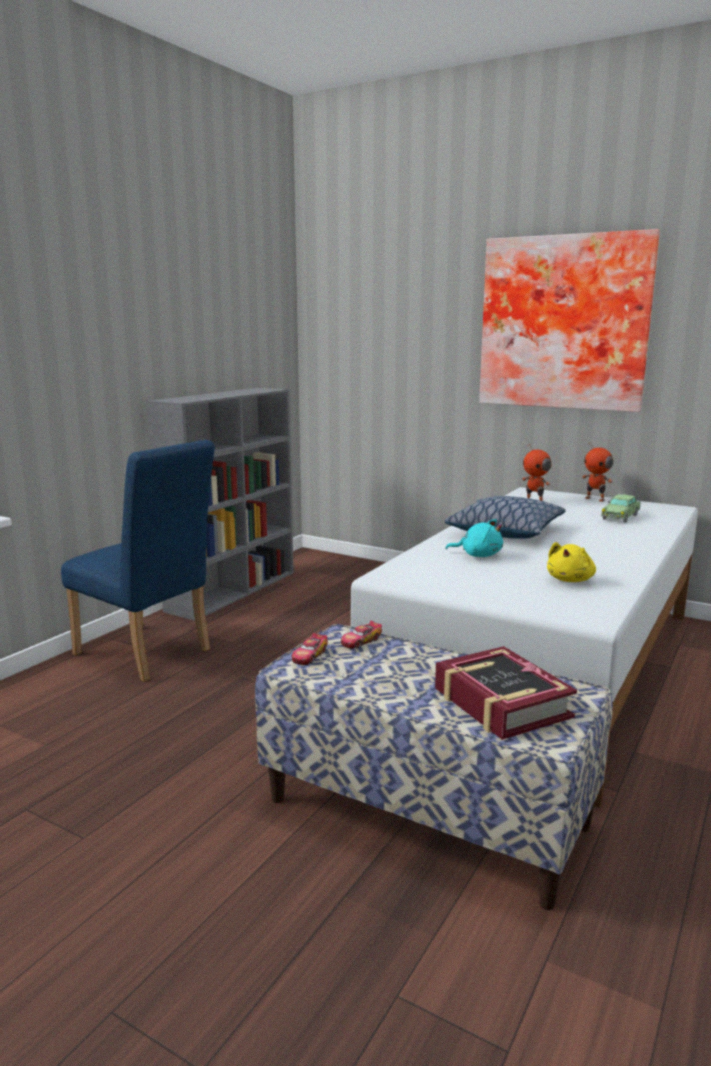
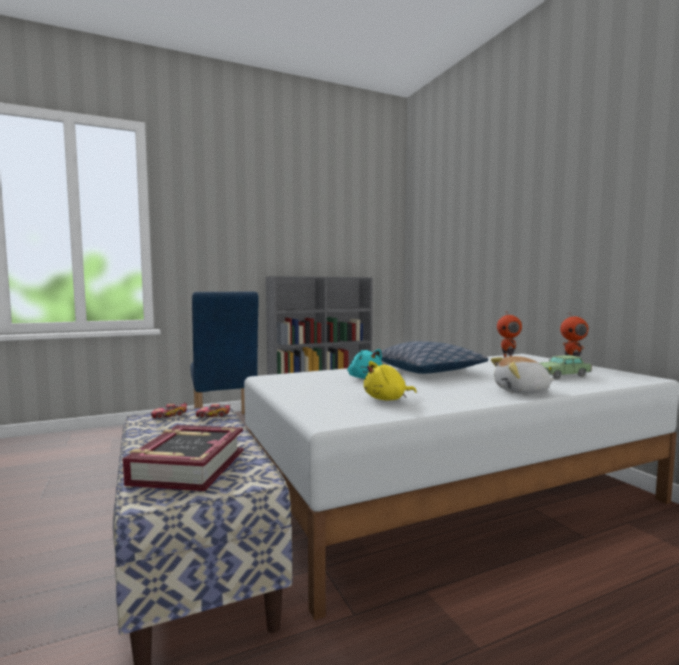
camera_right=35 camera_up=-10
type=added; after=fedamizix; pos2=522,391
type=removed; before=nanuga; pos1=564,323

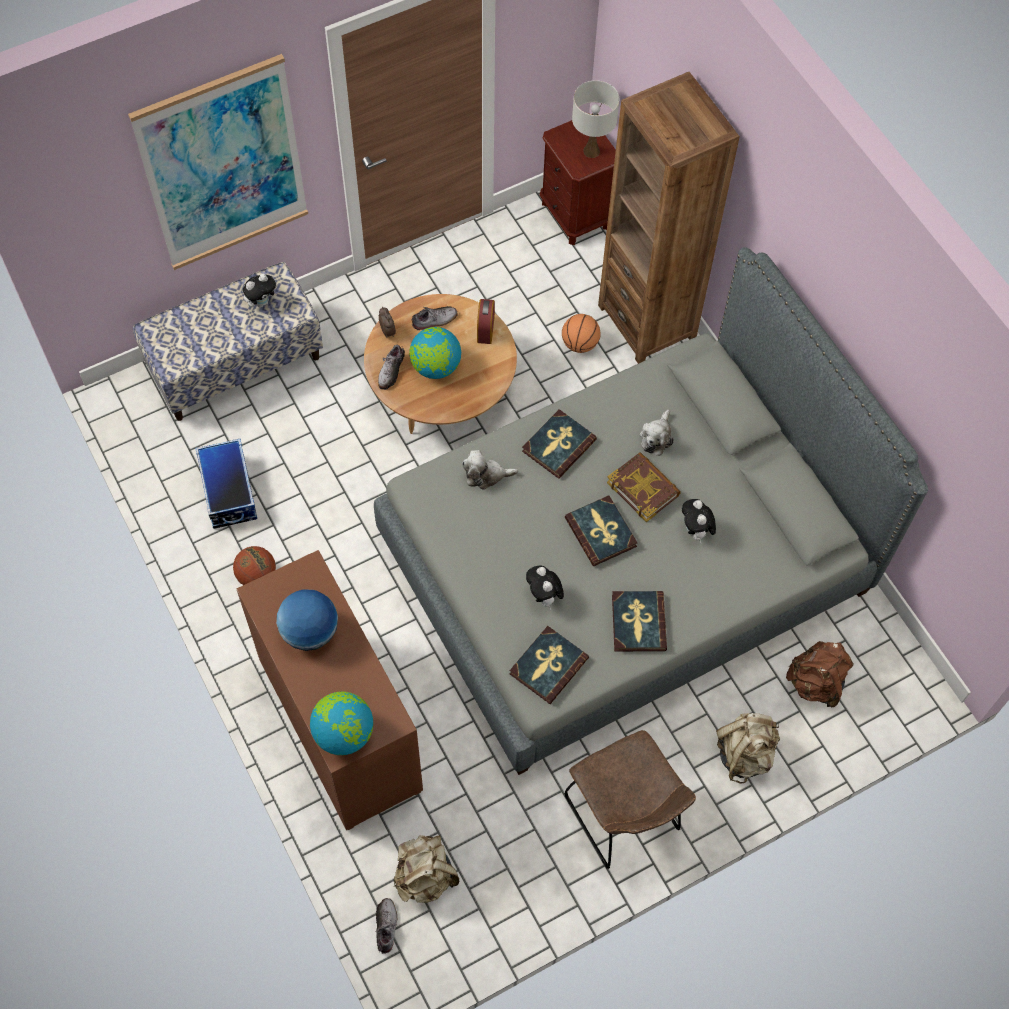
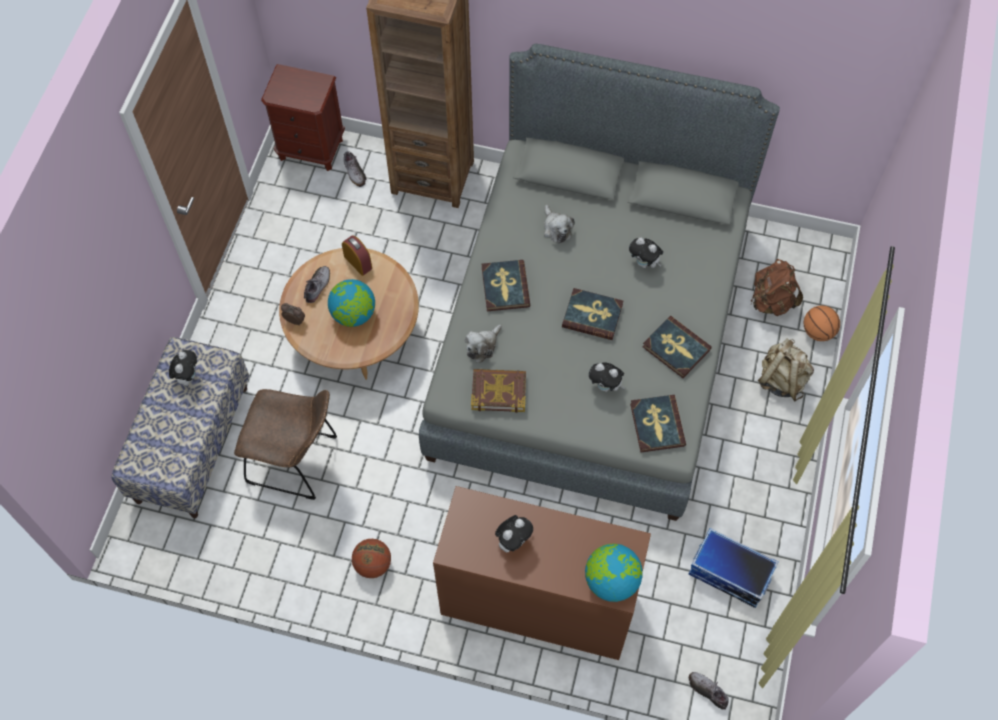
camera_right=-45 camera_up=0
type=moved; before=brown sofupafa; pos1=625,818; pos2=297,461
type=moved; before=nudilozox; pos1=391,371; pos2=354,172
type=moved; before=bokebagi; pos1=643,488; pos2=498,391
type=replaced; before=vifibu; after=fedamizix; pos1=310,631; pos2=513,541
type=moved; before=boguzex; pos1=228,492; pos2=729,574
type=moved; before=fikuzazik; pos1=580,344; pos2=817,332
type=removed; before=nanuga; pos1=223,165
type=removed; before=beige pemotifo; pos1=425,876
type=removed; before=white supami; pos1=591,151

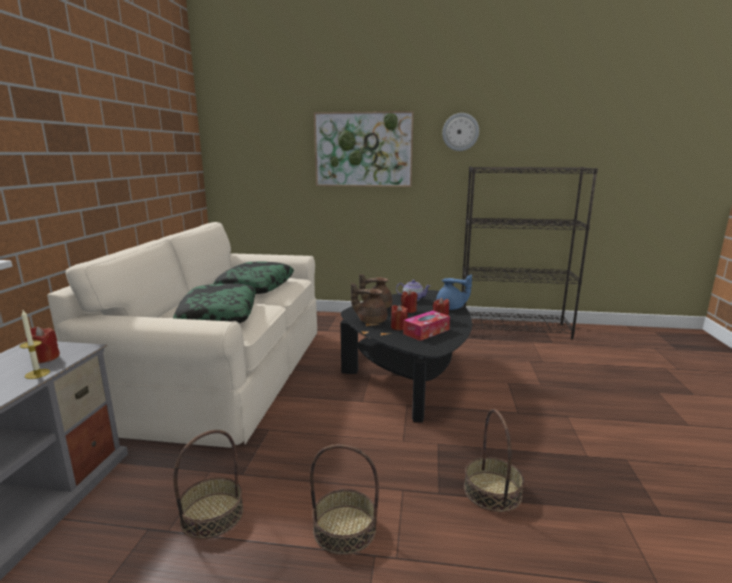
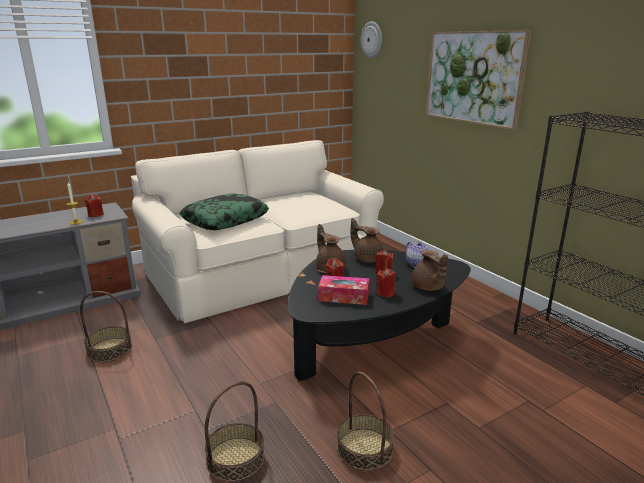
camera_right=50 camera_up=5
type=moved; before=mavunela; pos1=344,529; pos2=364,449
type=moved; before=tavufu; pos1=460,132; pos2=372,39
type=recoloured; before=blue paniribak; after=brown paniribak; pos1=451,308; pos2=428,287
type=removed; before=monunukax; pos1=256,286

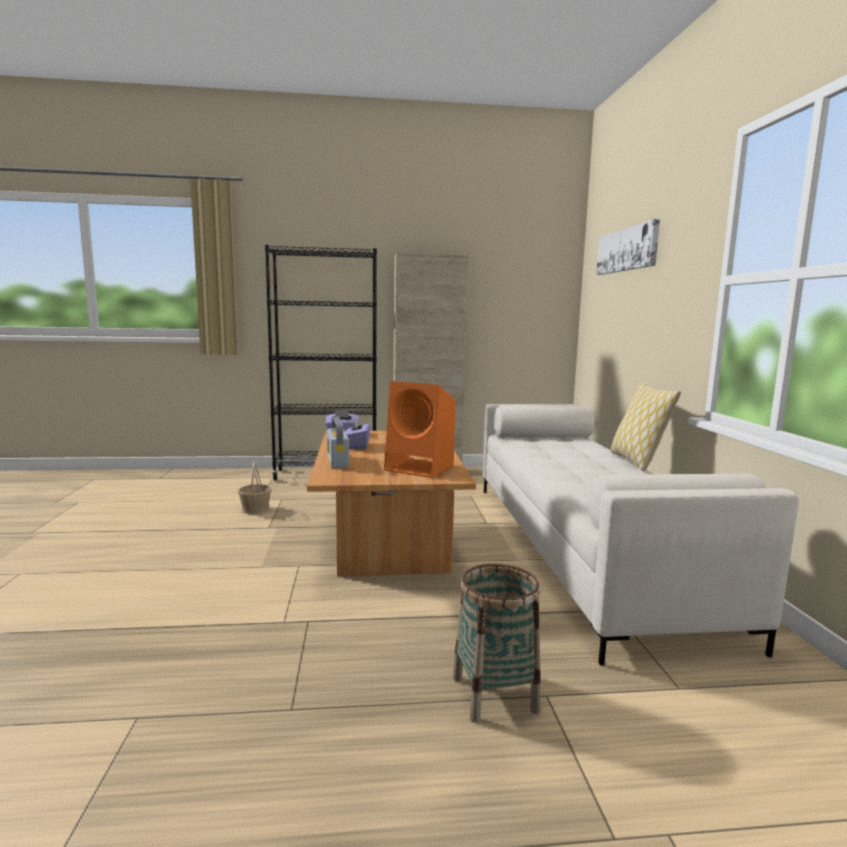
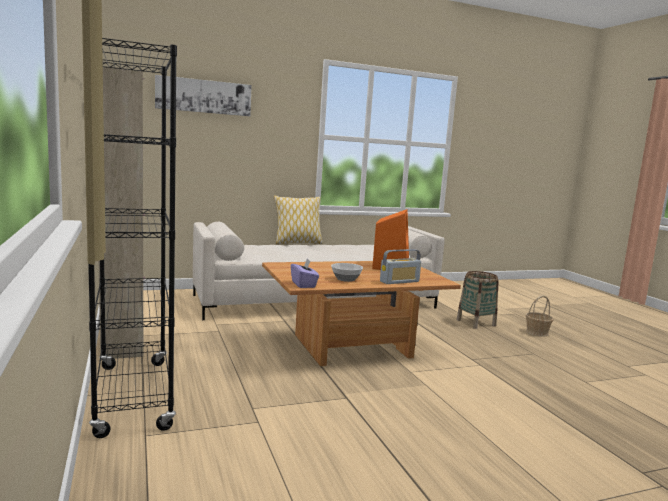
camera_right=-105 camera_up=0
type=replaced; before=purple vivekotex; after=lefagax; pos1=357,446; pos2=346,279
type=moved; before=mavunela; pos1=255,509; pos2=537,332

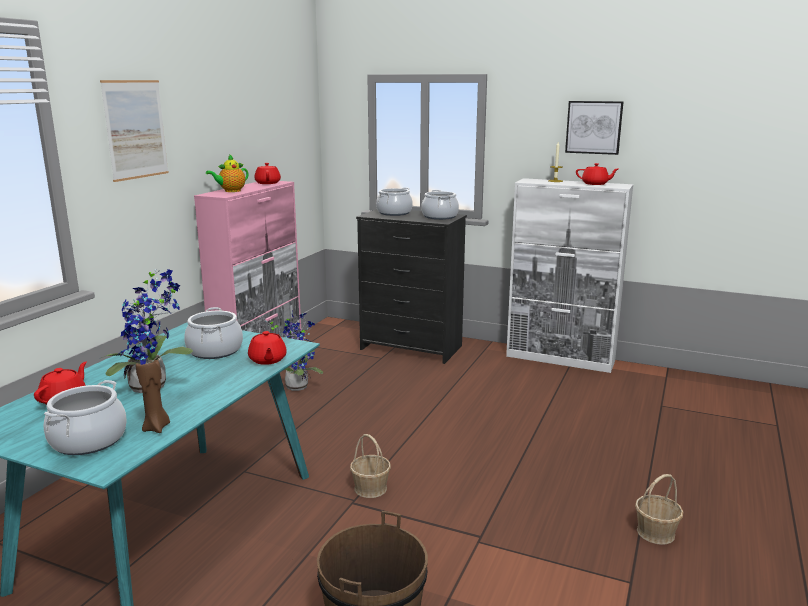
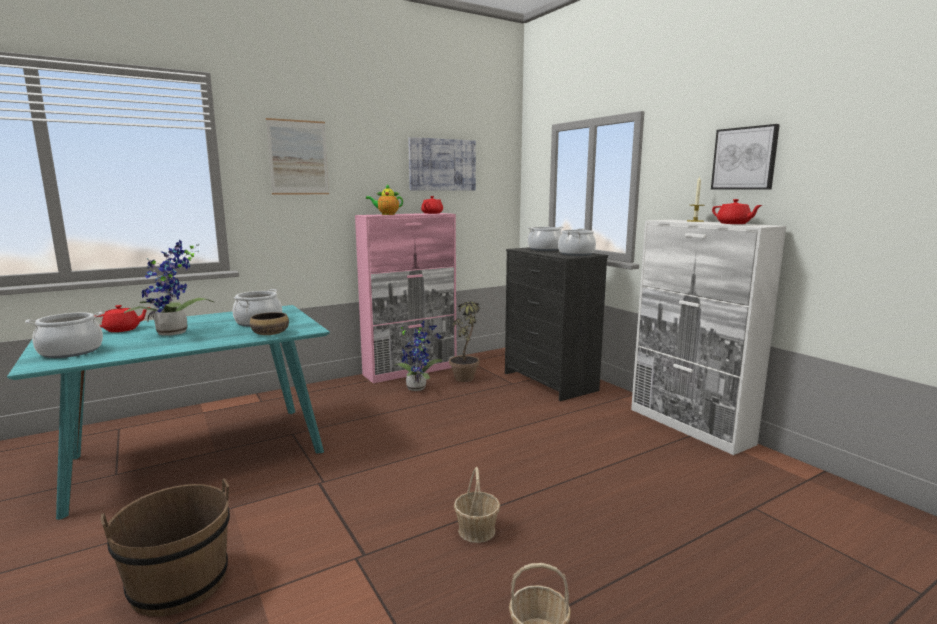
camera_right=35 camera_up=-5
type=replaced; before=red paniribak; after=lefagax; pos1=267,360; pos2=270,334
type=added; after=nanuga; pos2=442,165
type=added; after=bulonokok; pos2=466,376
type=moved; before=mavunela; pos1=370,488; pos2=477,530
type=removed; before=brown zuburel; pos1=157,428

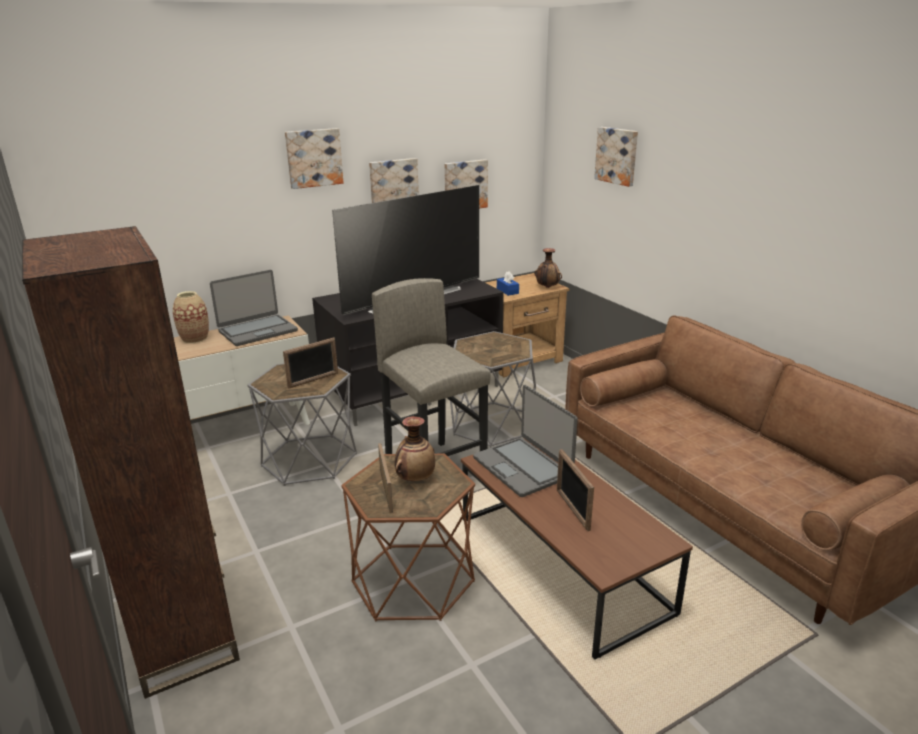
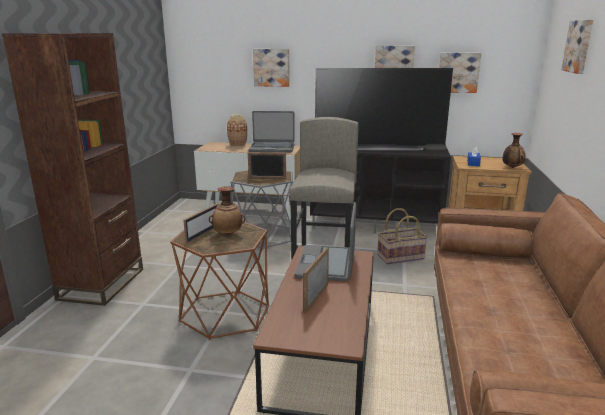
camera_right=40 camera_up=-5
type=moved; before=nanuga; pos1=313,158; pos2=271,67
type=replaced; before=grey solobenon; after=mavunela; pos1=492,424; pos2=400,256

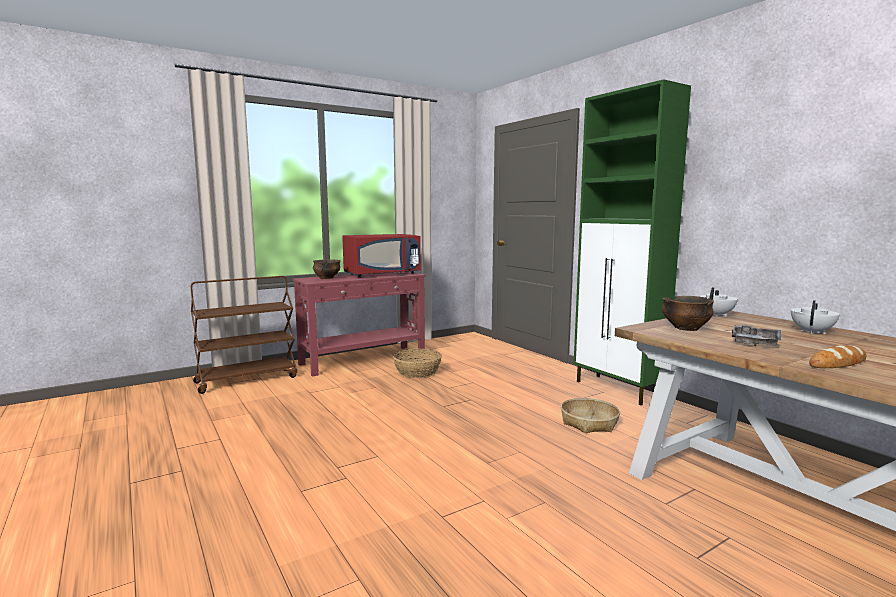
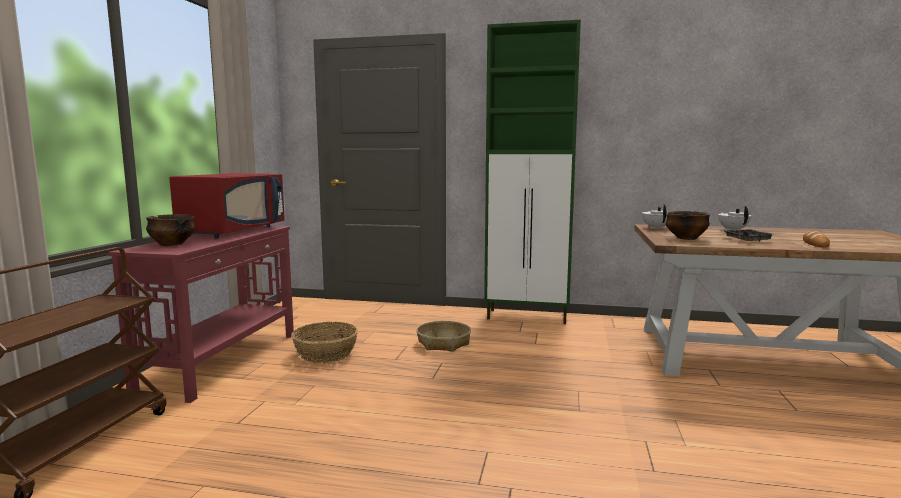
camera_right=-45 camera_up=0
type=moved; before=mavunela; pos1=589,423; pos2=443,343

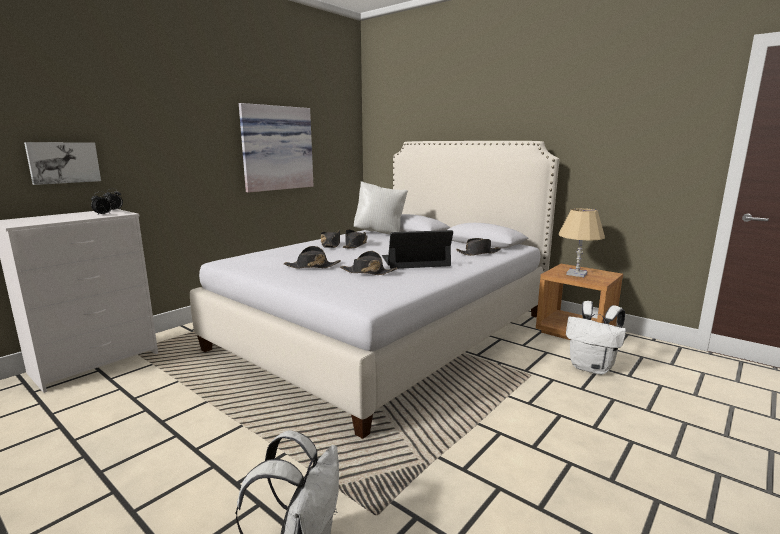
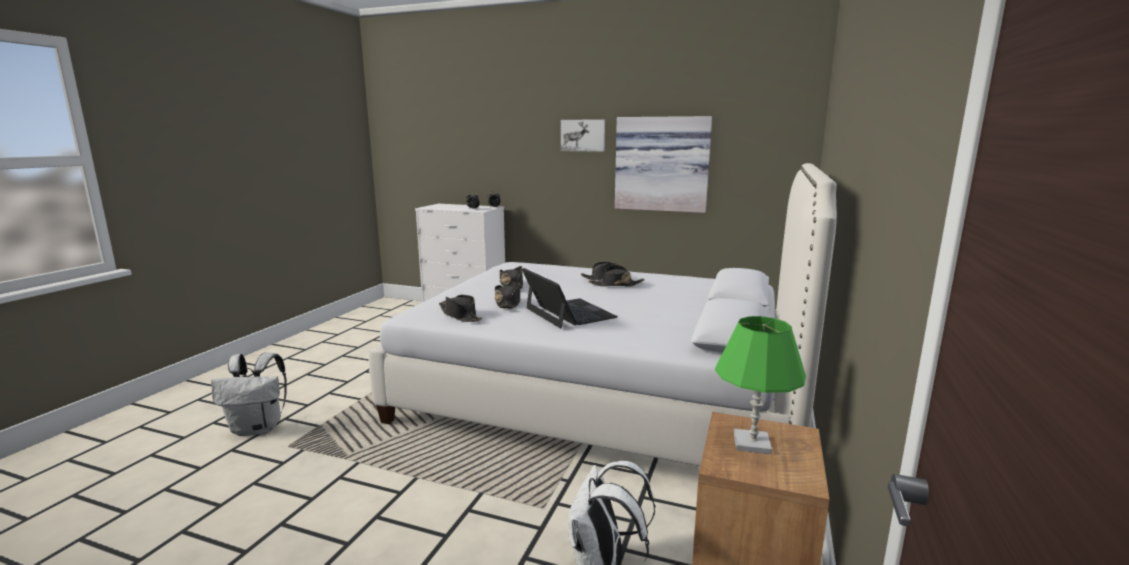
camera_right=70 camera_up=0
type=moved; before=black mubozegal; pos1=478,253; pos2=460,315
type=moved; before=nanuga; pos1=63,162; pos2=583,135
type=recoloured; before=beige supami; after=green supami; pos1=576,274; pos2=752,443
type=removed; before=white monunukax; pos1=380,233

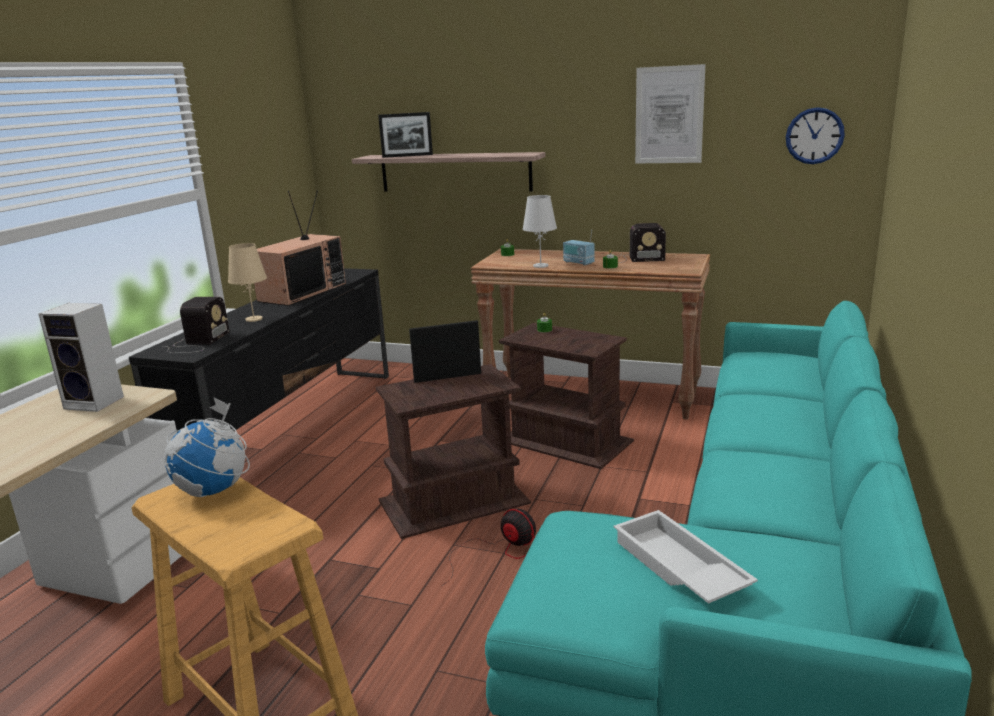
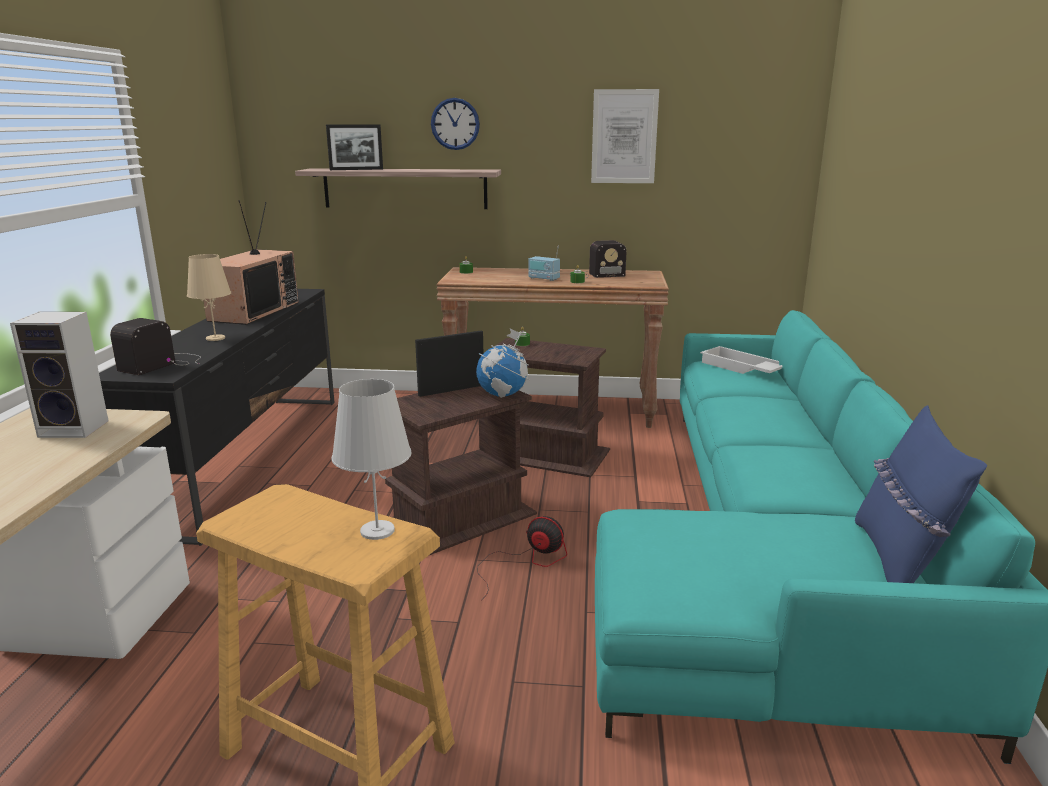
camera_right=-15 camera_up=0
type=turned; before=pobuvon; pos1=197,342; pos2=163,363; turn=-150
type=moved; before=white supami; pos1=540,266; pos2=376,531
type=moved; before=tavufu; pos1=814,136; pos2=455,124
type=moved; before=vifibu; pos1=213,490; pos2=503,395
type=moved; before=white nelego; pos1=677,567; pos2=741,368
type=added; after=blue monunukax; pos2=899,560

